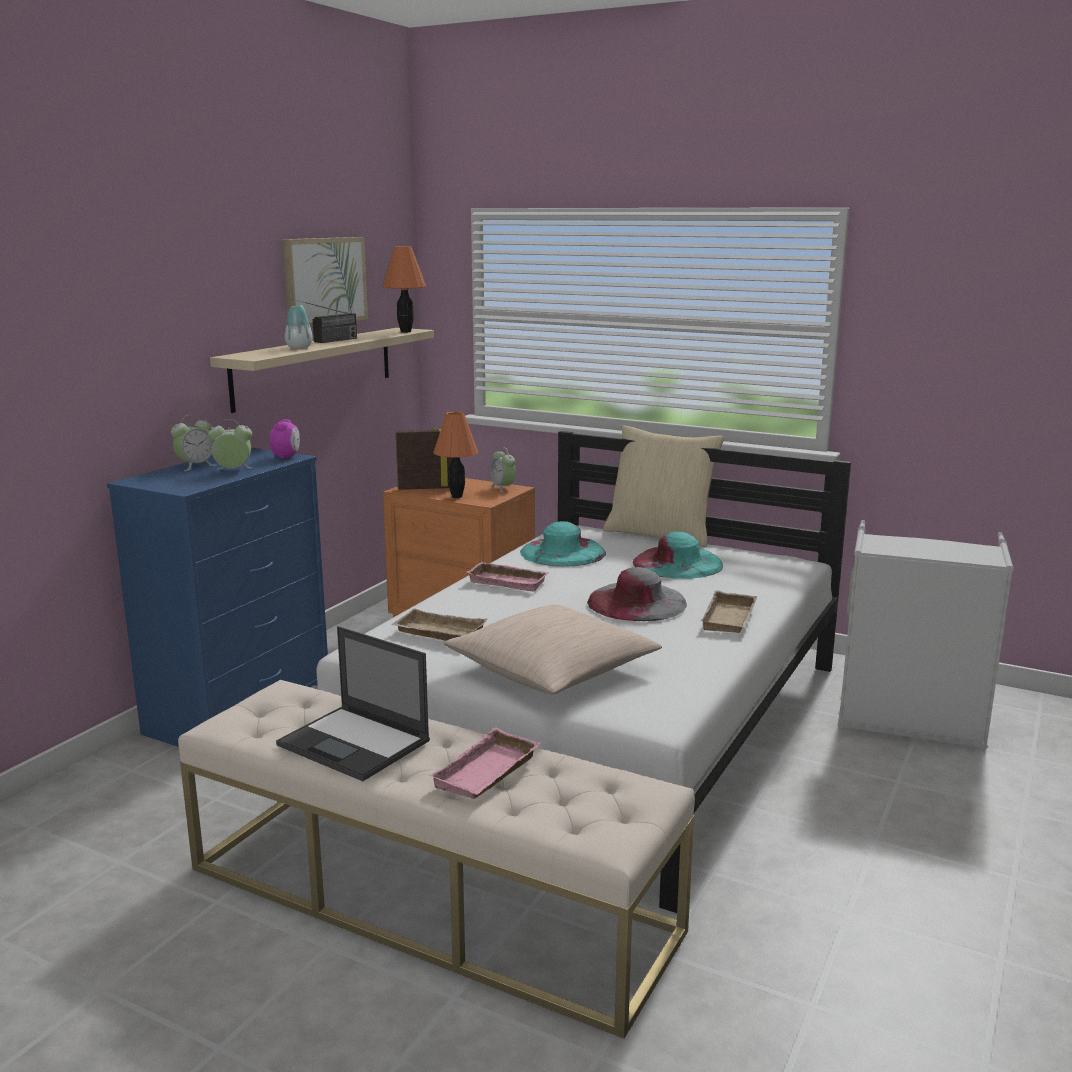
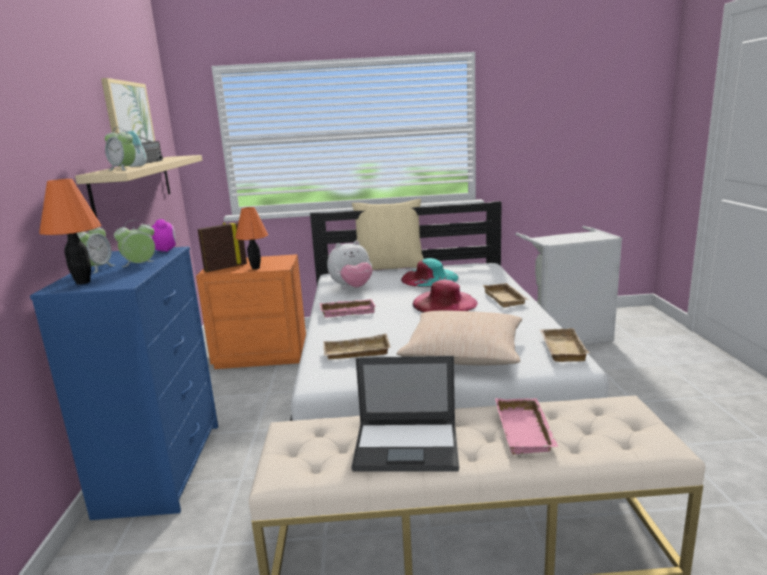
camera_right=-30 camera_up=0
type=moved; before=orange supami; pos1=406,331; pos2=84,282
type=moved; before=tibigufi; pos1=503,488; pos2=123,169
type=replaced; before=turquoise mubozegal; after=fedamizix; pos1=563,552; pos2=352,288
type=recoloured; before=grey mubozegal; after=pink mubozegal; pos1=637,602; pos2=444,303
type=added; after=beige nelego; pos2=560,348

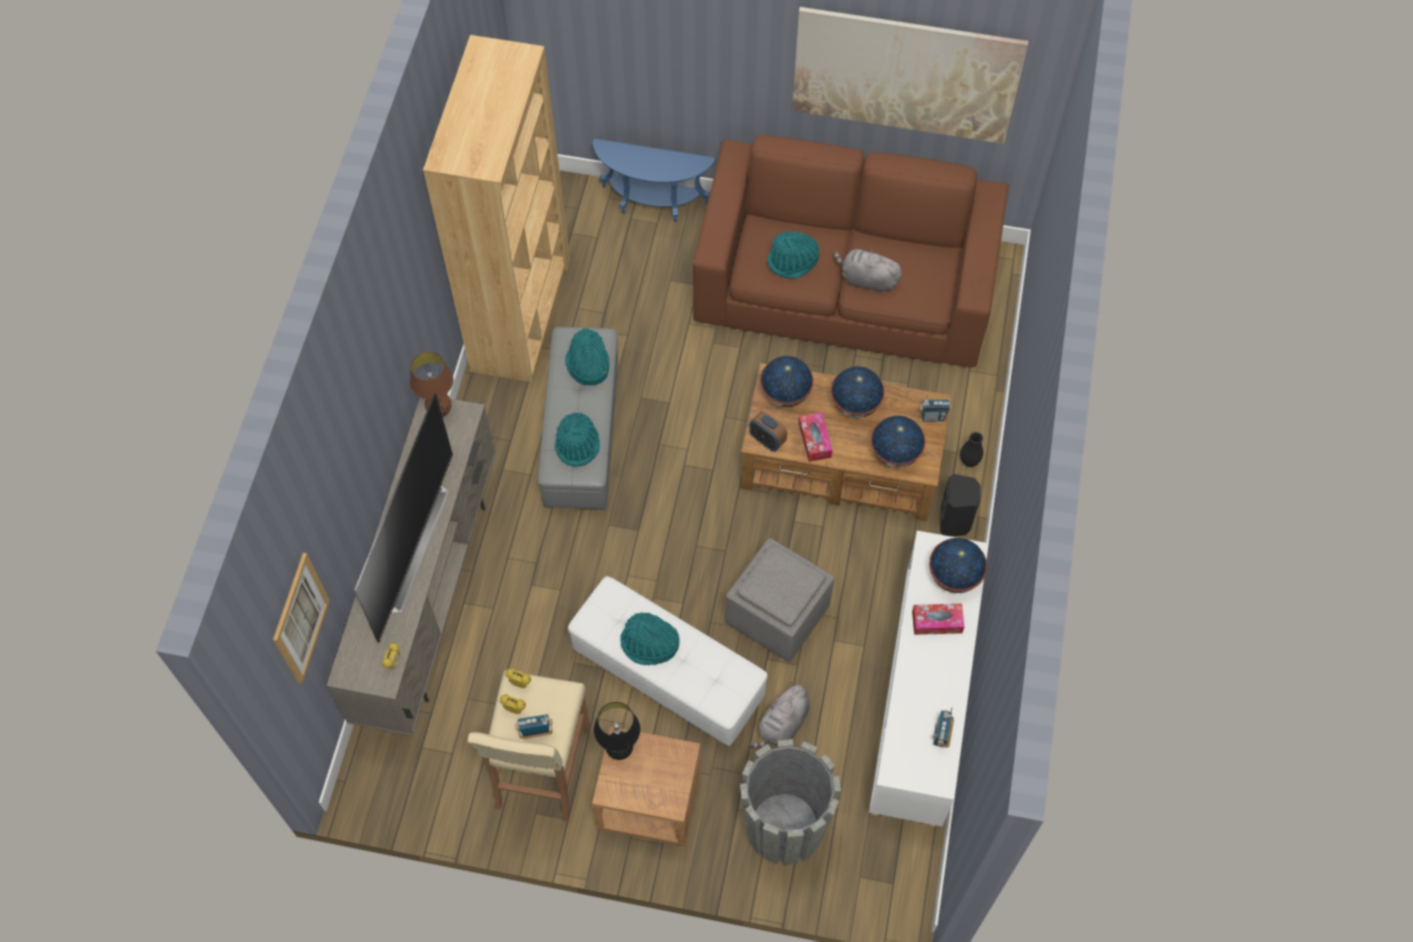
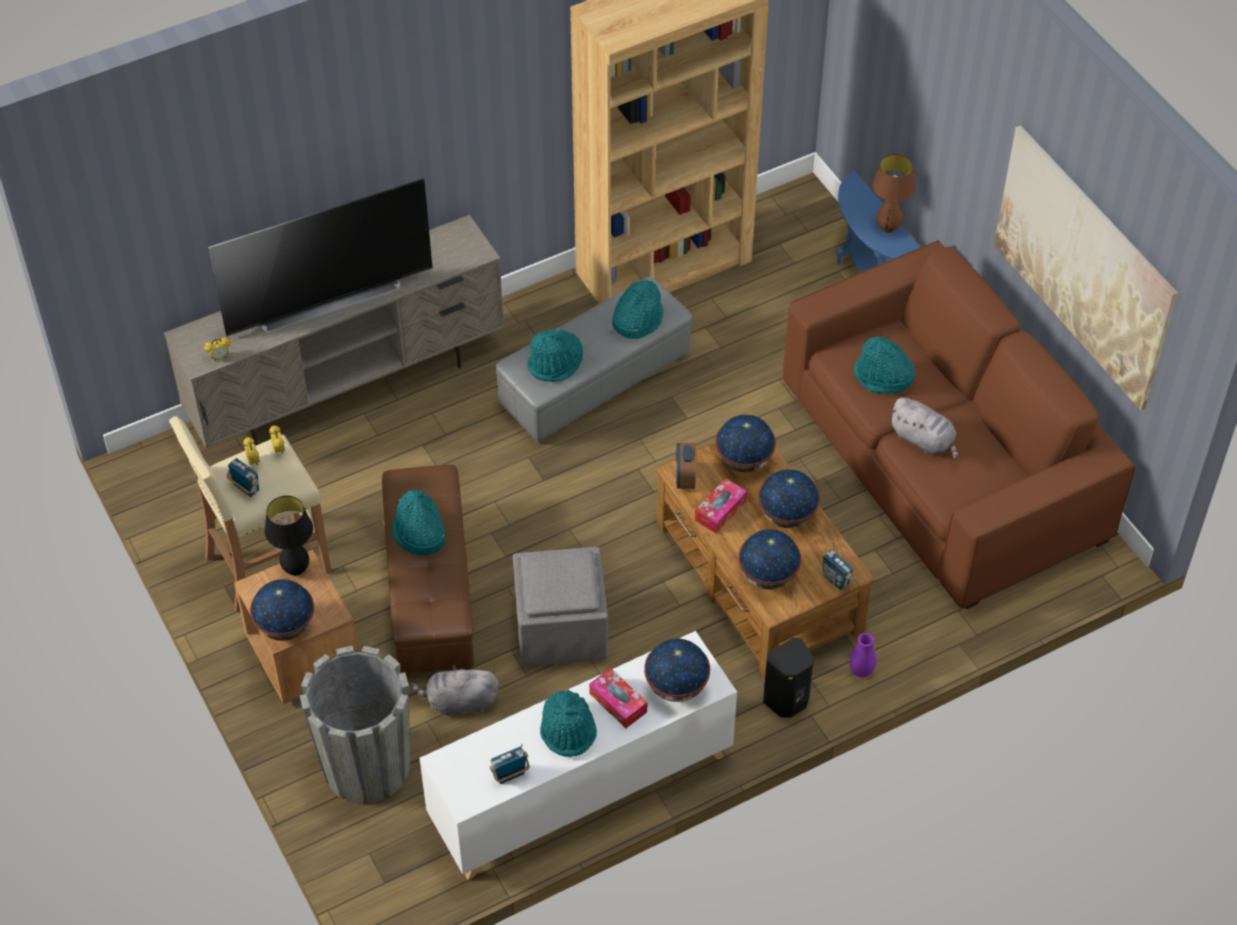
camera_right=50 camera_up=-10
type=added; after=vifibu; pos2=286,627
type=recoloured; before=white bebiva; after=brown bebiva; pos1=666,674; pos2=429,590
type=added; after=turquoise mubozegal; pos2=568,730
type=recoloured; before=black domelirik; after=purple domelirik; pos1=969,461; pos2=861,671
type=moved; before=brown supami; pos1=440,412; pos2=888,228
type=turned; before=grey fedamizix; pos1=867,280; pos2=924,440; turn=150
type=removed; before=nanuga; pos1=300,619

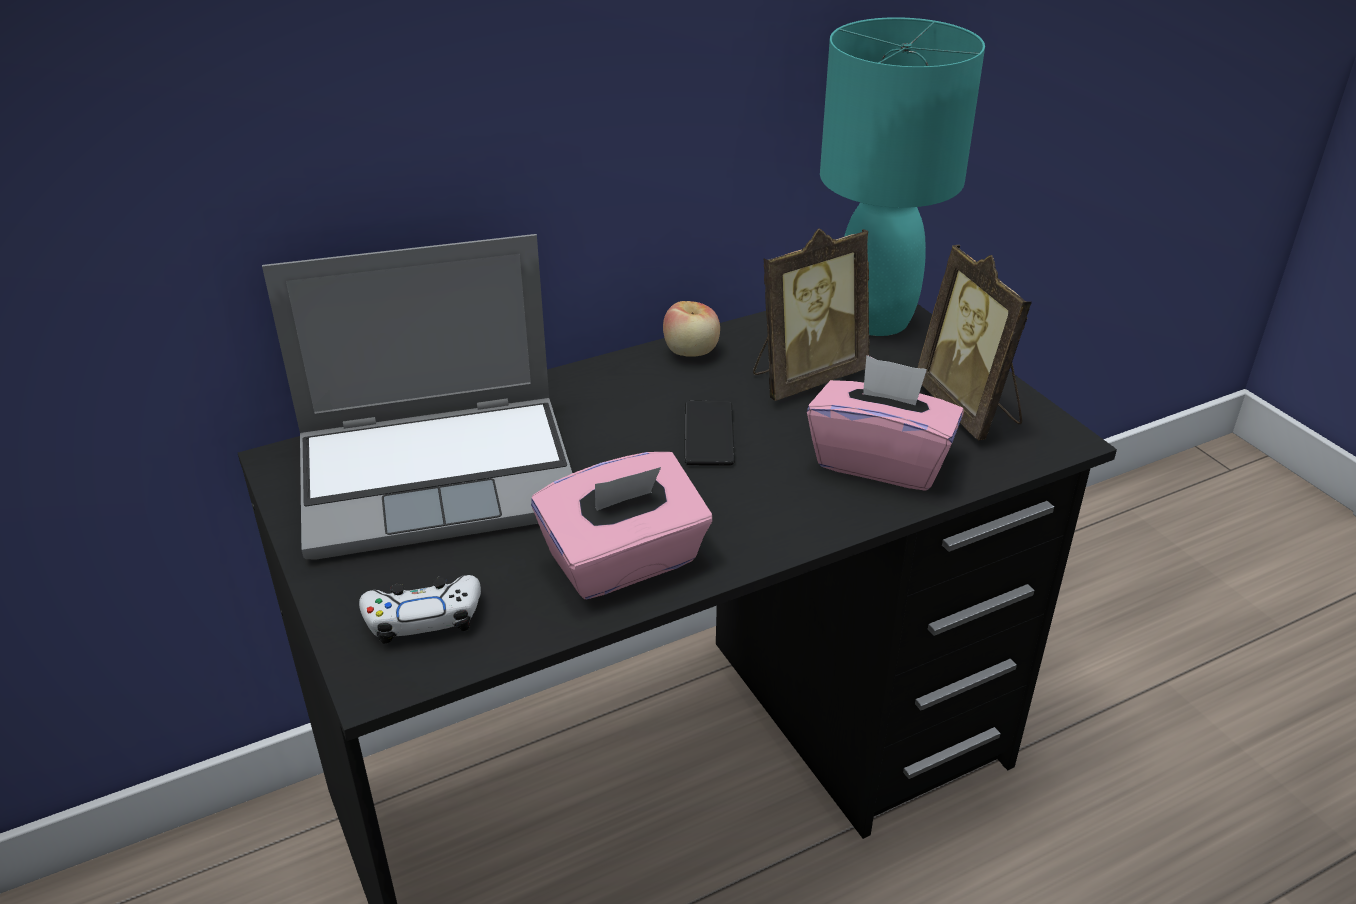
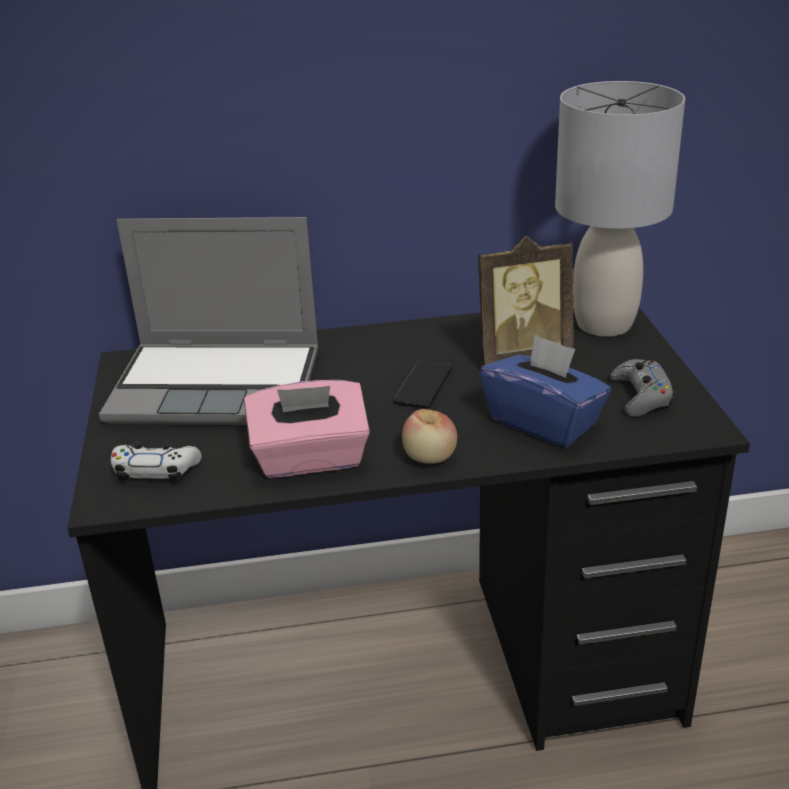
camera_right=20 camera_up=-5
type=moved; before=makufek; pos1=691,352; pos2=430,458
type=recoloured; before=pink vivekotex; after=blue vivekotex; pos1=880,461; pos2=544,422
type=recoloured; before=turquoise supami; after=grey supami; pos1=877,319; pos2=605,324
type=replaced; before=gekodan; after=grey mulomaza; pos1=970,408; pos2=641,396

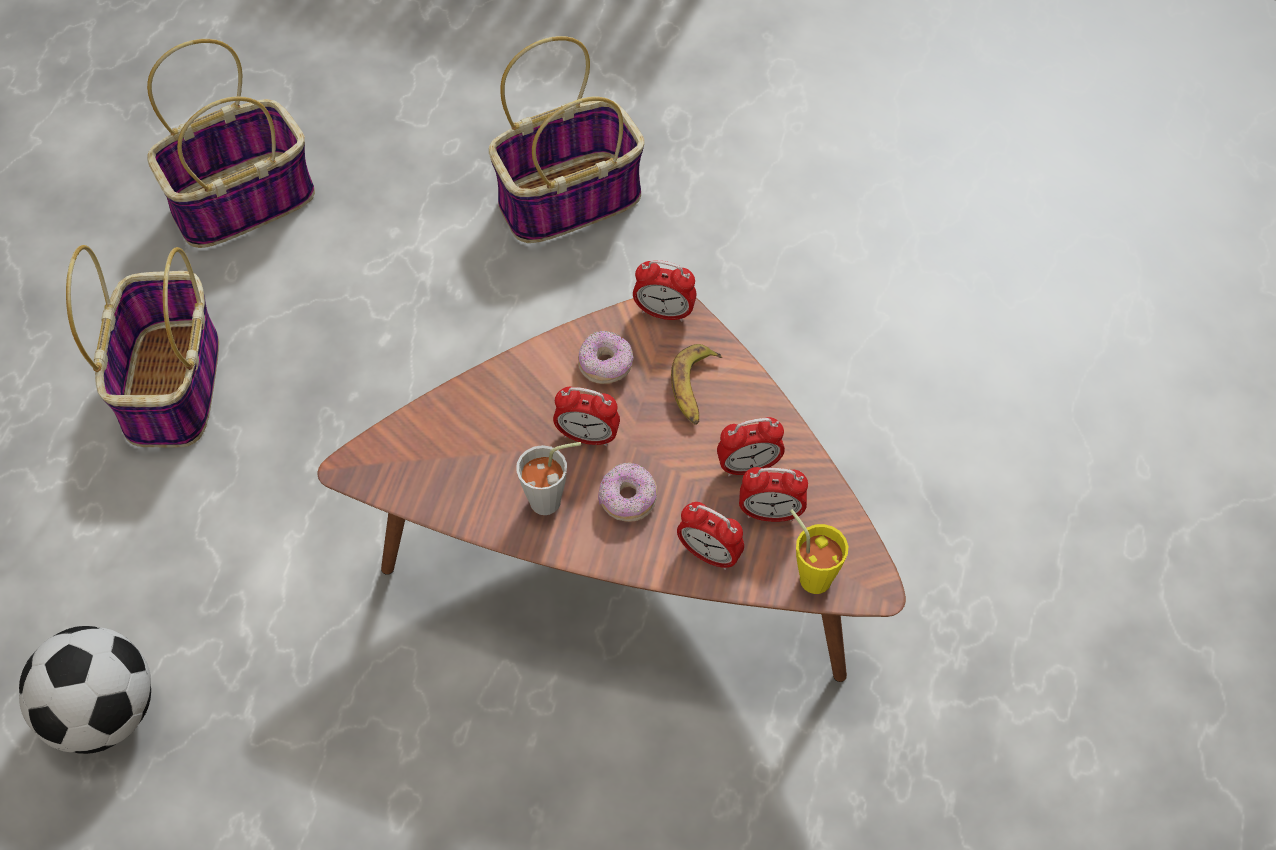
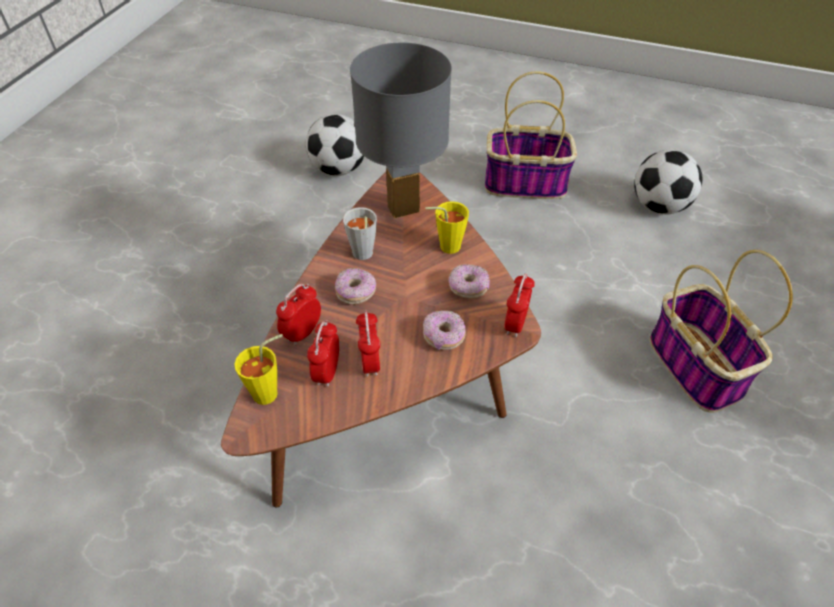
camera_right=95 camera_up=-10
type=added; after=grey supami; pos2=404,208
type=replaced; before=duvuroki; after=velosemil; pos1=694,389; pos2=443,336
type=added; after=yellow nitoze; pos2=445,247
type=replaced; before=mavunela; after=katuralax; pos1=244,200; pos2=659,206
type=removed; before=tibigufi; pos1=587,436

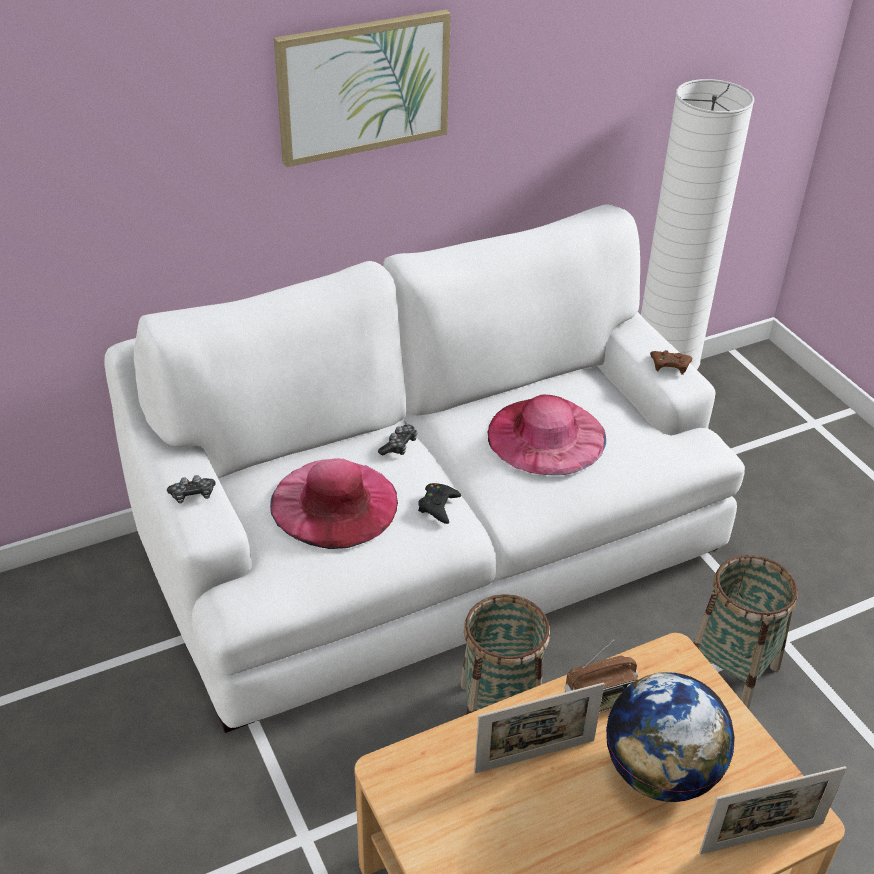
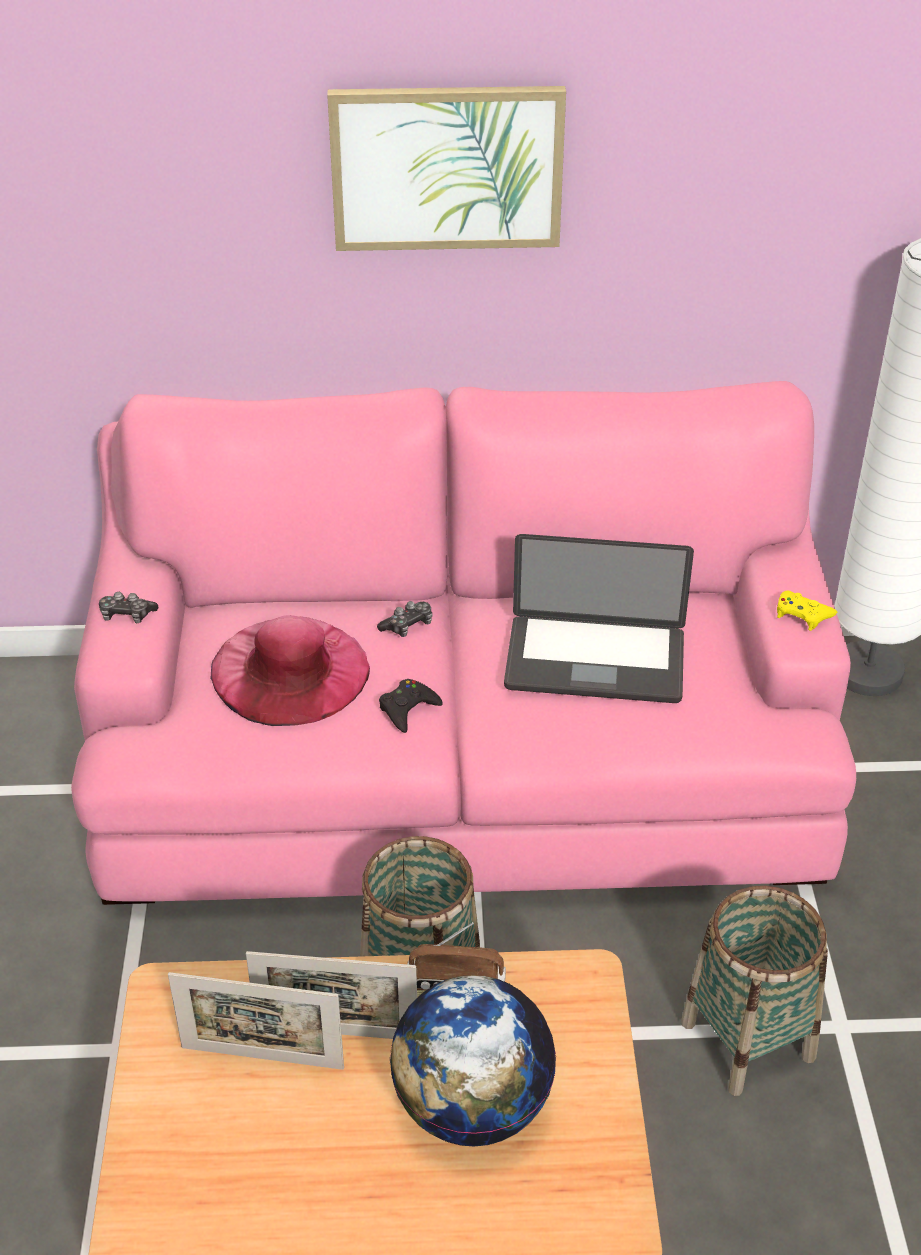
camera_right=25 camera_up=0
type=recoloured; before=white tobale; after=pink tobale; pos1=433,546; pos2=461,770
type=moved; before=gekodan; pos1=761,838; pos2=262,1057
type=replaced; before=pink mubozegal; after=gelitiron; pos1=546,435; pos2=595,662
type=recoloured; before=brown mulomaza; after=yellow mulomaza; pos1=670,365; pos2=802,614

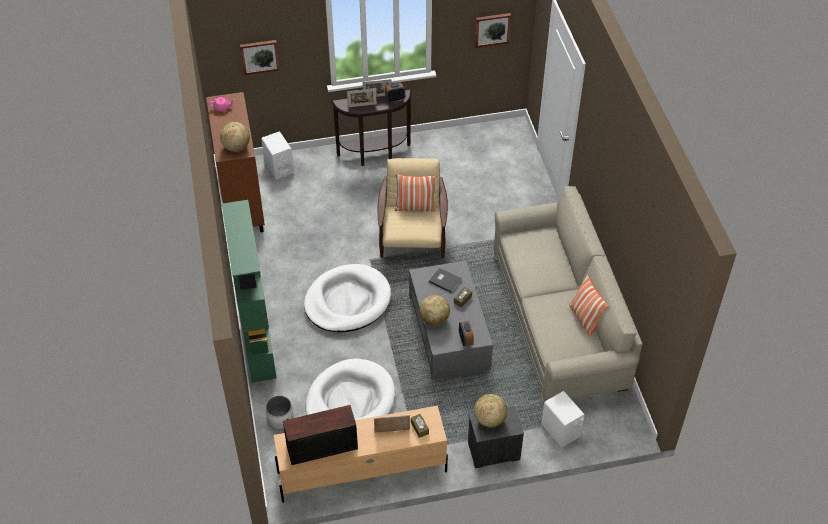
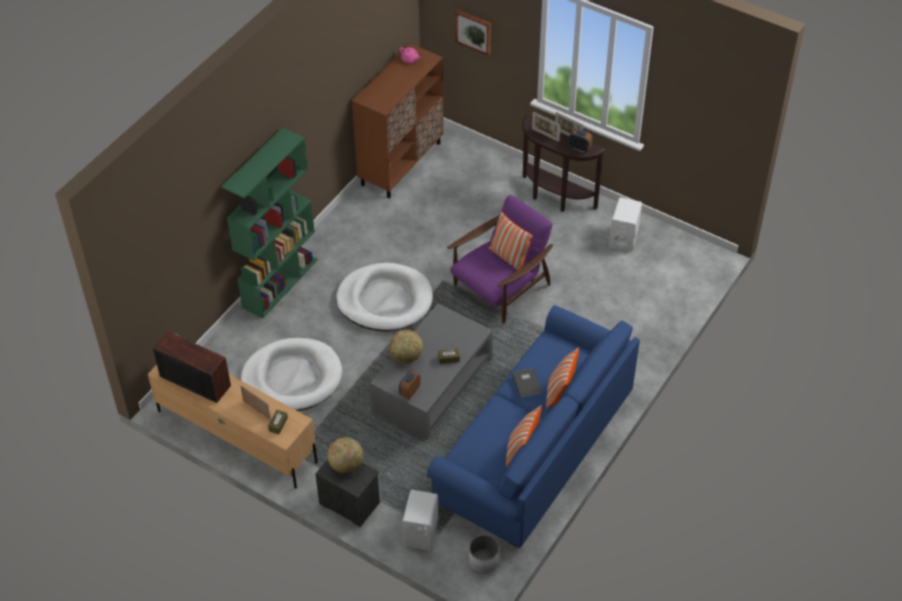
camera_right=45 camera_up=0
type=recoloured; before=beige tobale; after=blue tobale; pos1=559,320; pos2=535,447
type=recoloured; before=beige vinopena; after=purple vinopena; pos1=412,237; pos2=500,287
type=moved; before=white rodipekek; pos1=280,419; pos2=483,561
type=moved; before=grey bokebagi; pos1=445,280; pos2=527,383
type=added; after=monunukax; pos2=560,392
type=moved; before=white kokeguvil; pos1=279,167; pos2=623,238
type=removed; before=vifibu; pos1=236,147
type=removed; before=nanuga; pos1=492,29

